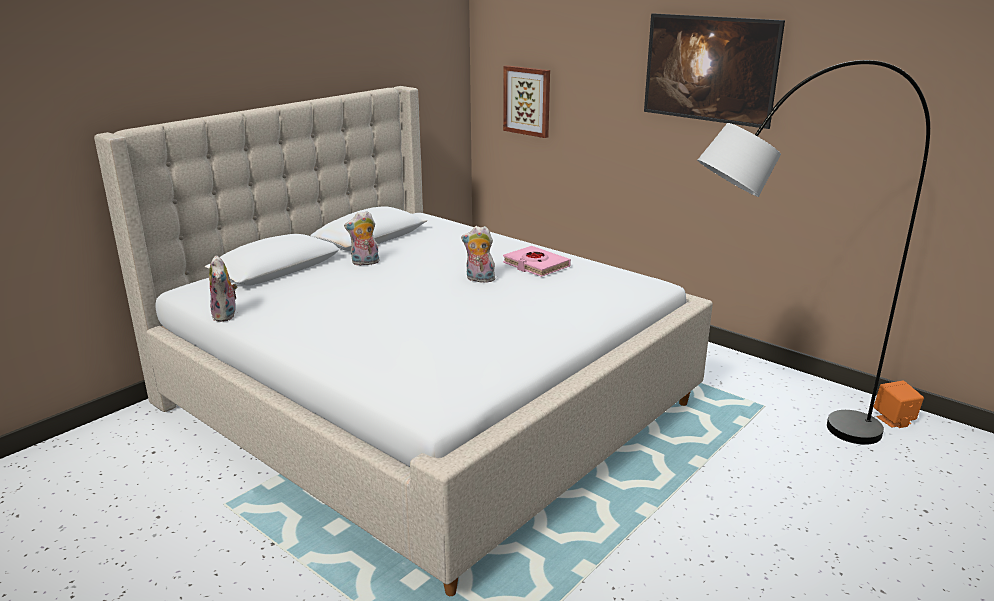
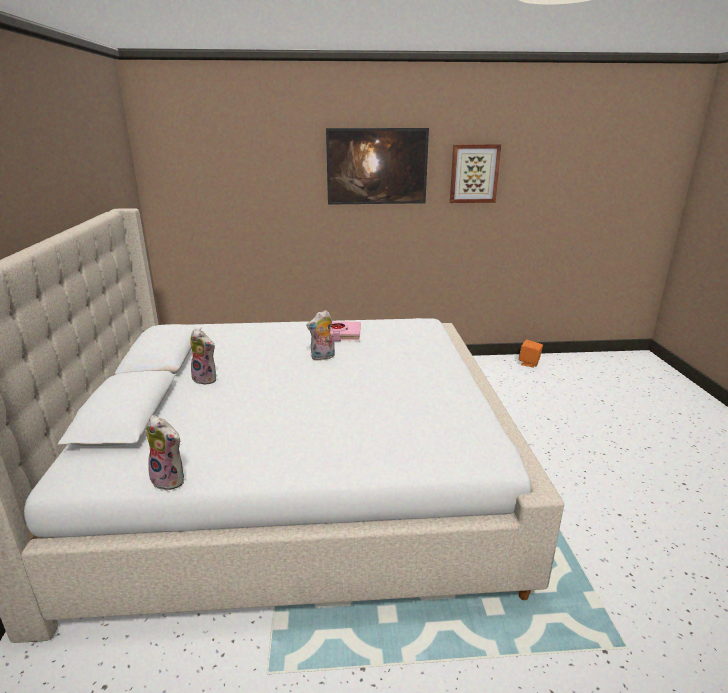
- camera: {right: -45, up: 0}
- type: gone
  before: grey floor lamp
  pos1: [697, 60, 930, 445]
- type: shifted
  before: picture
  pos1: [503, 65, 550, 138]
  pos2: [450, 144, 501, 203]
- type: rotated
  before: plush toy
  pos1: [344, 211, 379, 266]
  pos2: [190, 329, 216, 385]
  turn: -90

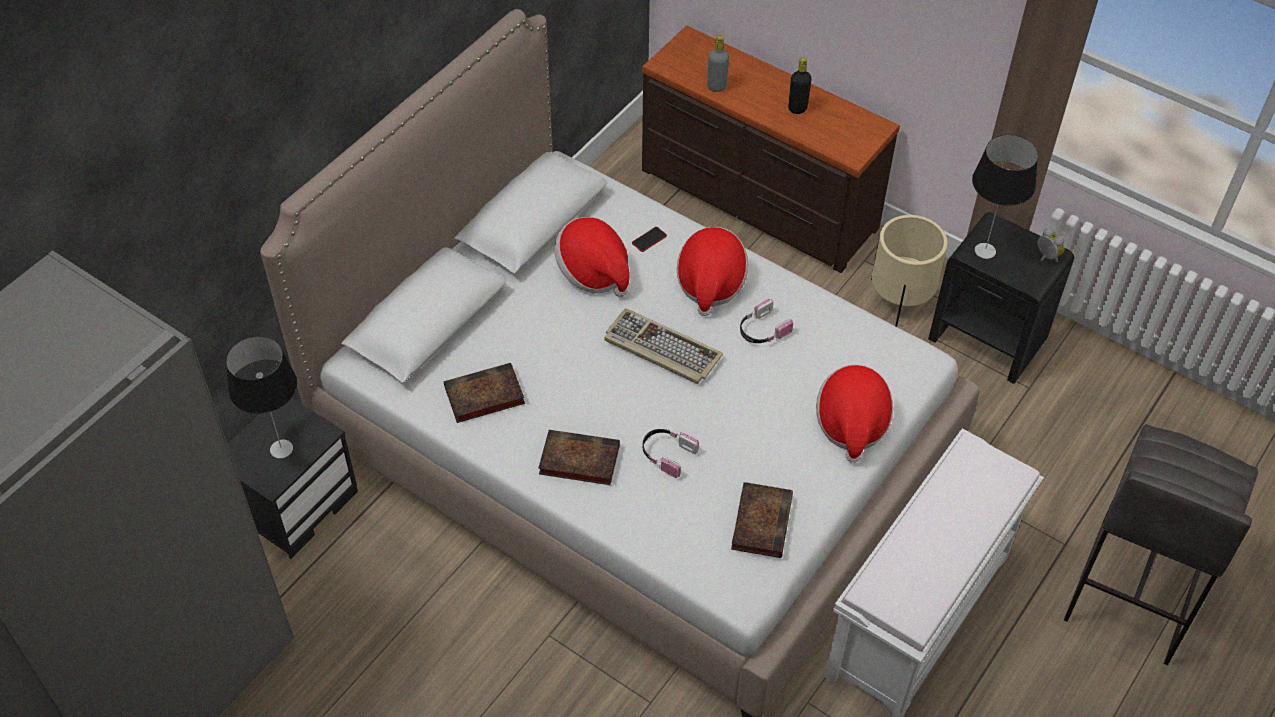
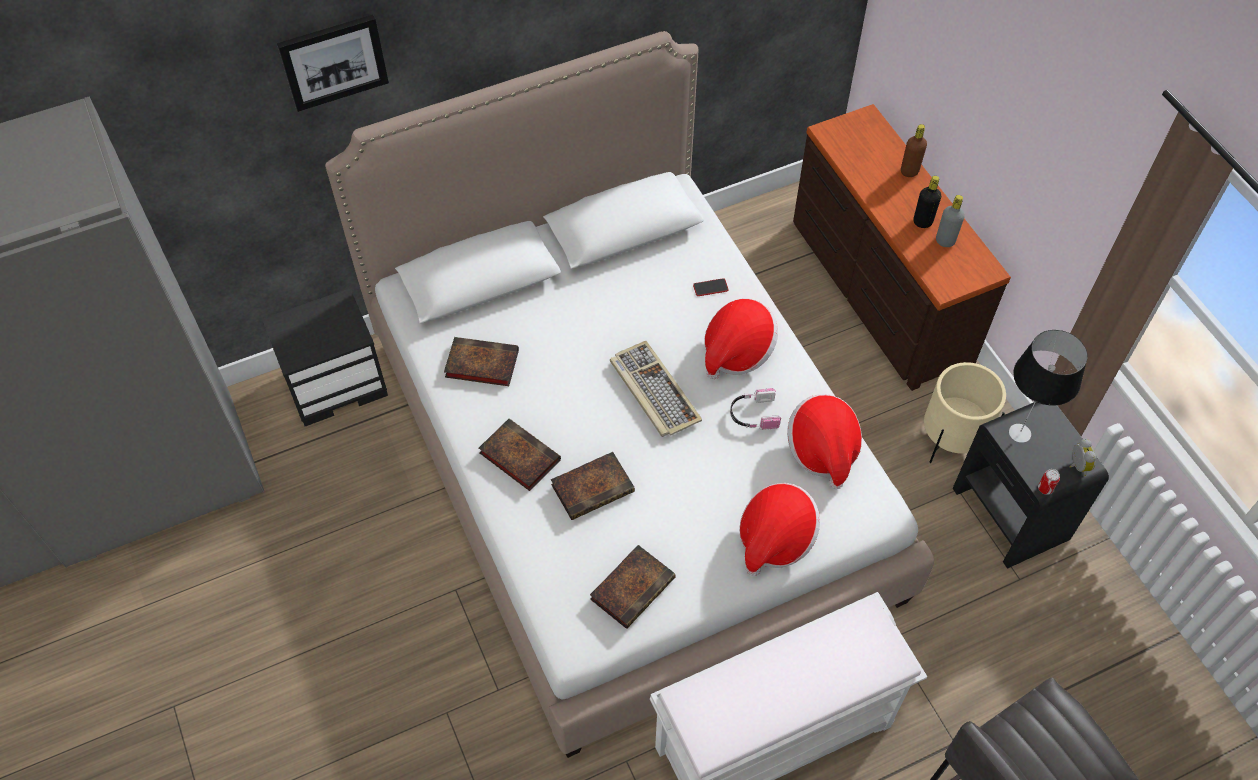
- camera: {right: 30, up: 5}
- type: gone
  before: table lamp
  pos1: [226, 336, 297, 458]
- type: new
  after: picture
  pos2: [277, 15, 389, 112]
- type: new
  after: brown bottle
  pos2: [901, 124, 927, 177]
- type: new
  after: can
  pos2: [1038, 469, 1060, 495]
- type: shifted
  before: hat
  pos1: [554, 217, 630, 297]
  pos2: [787, 394, 862, 490]
- type: shifted
  before: grey bottle
  pos1: [707, 36, 729, 92]
  pos2: [936, 195, 965, 247]
- type: swapped
  before: headphones
  after: book
  pos1: [643, 429, 699, 478]
  pos2: [551, 452, 635, 520]

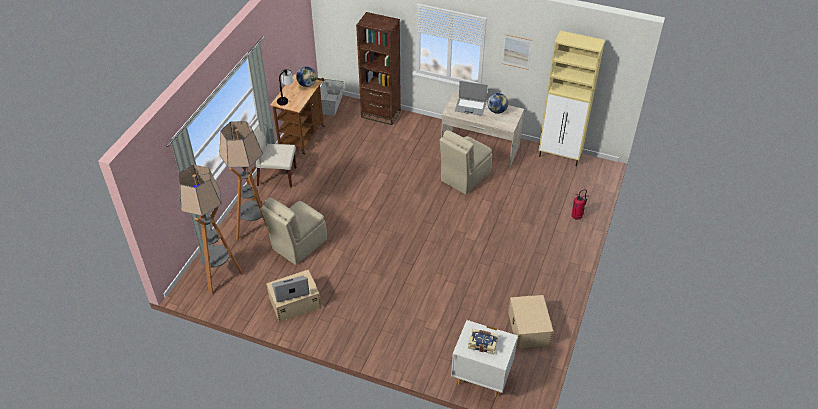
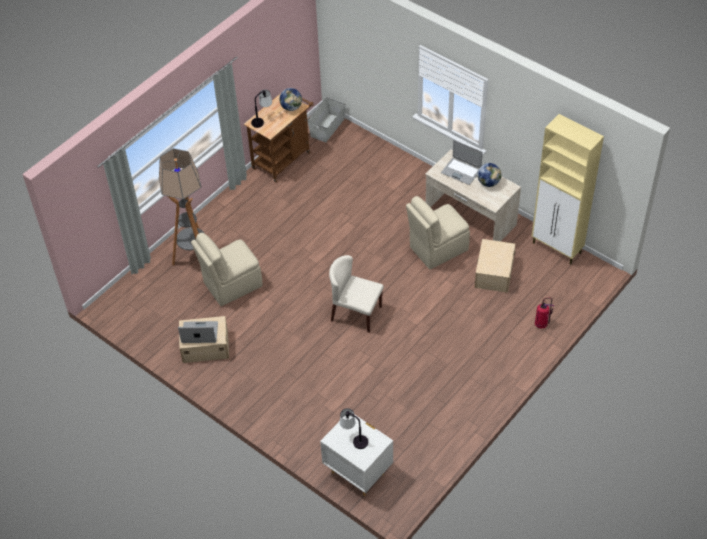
- camera: {right: 20, up: 5}
- type: gone
  before: floor lamp
  pos1: [179, 165, 243, 294]
- type: gone
  before: brown bookcase
  pos1: [356, 12, 401, 125]
- type: gone
  before: picture
  pos1: [501, 34, 532, 70]
- type: shifted
  before: beige chair
  pos1: [254, 125, 296, 187]
  pos2: [329, 255, 384, 332]
- type: shifted
  before: beige storage box
  pos1: [508, 295, 554, 349]
  pos2: [475, 239, 516, 293]
- type: swapped
  before: book
  after: table lamp
  pos1: [468, 329, 498, 355]
  pos2: [340, 408, 368, 449]

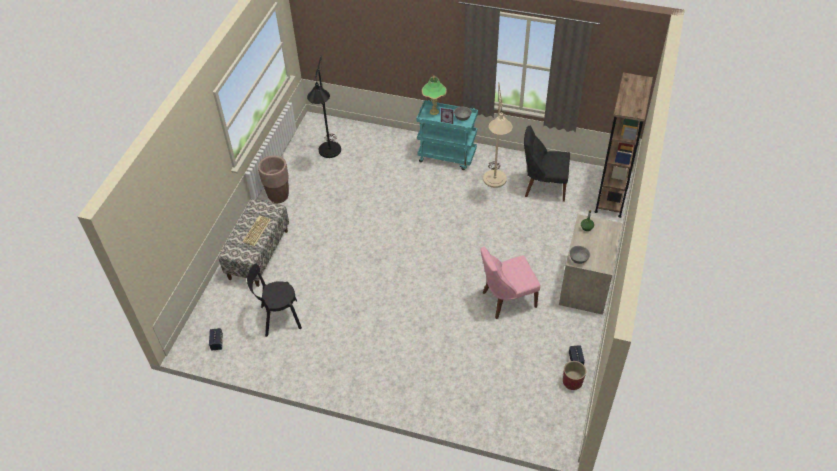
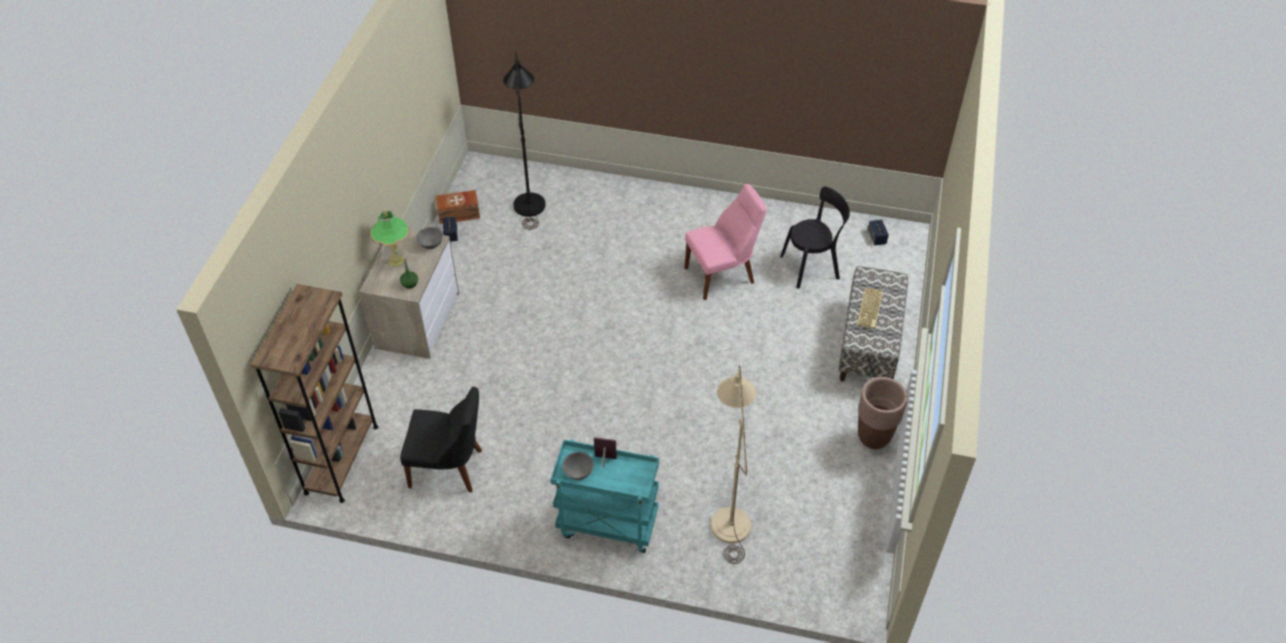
- camera: {right: 175, up: 0}
- type: shifted
  before: black floor lamp
  pos1: [307, 55, 341, 158]
  pos2: [503, 51, 545, 230]
- type: shifted
  before: table lamp
  pos1: [422, 76, 447, 115]
  pos2: [370, 210, 410, 267]
- type: shifted
  before: pink chair
  pos1: [481, 246, 540, 319]
  pos2: [684, 184, 767, 300]
- type: shifted
  before: beige floor lamp
  pos1: [483, 82, 512, 188]
  pos2: [711, 365, 756, 564]
- type: swapped
  before: red planter
  after: brown storage box
  pos1: [563, 361, 586, 390]
  pos2: [435, 190, 480, 224]

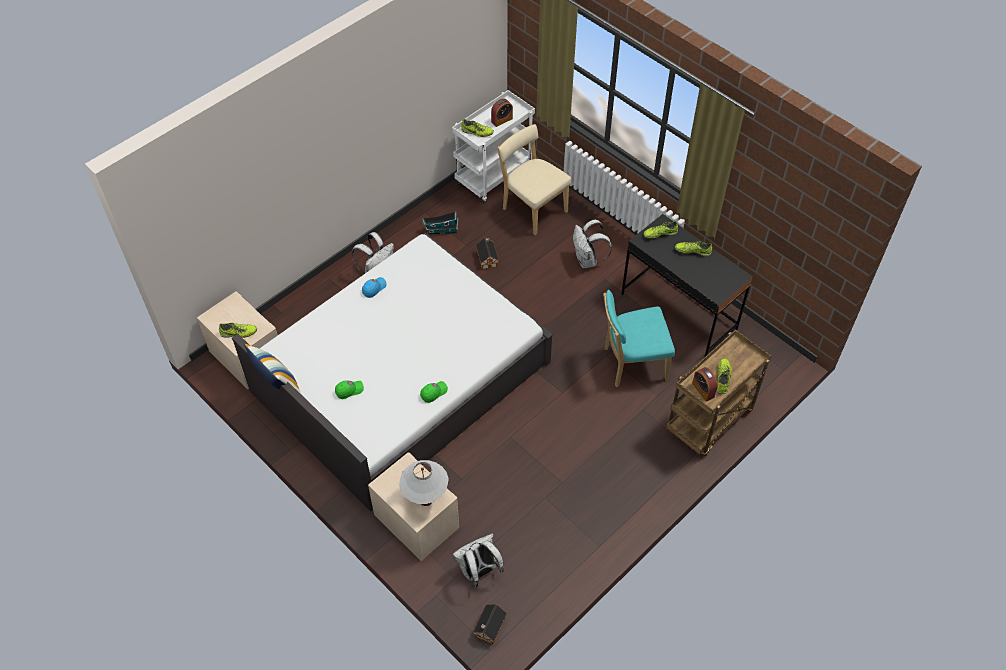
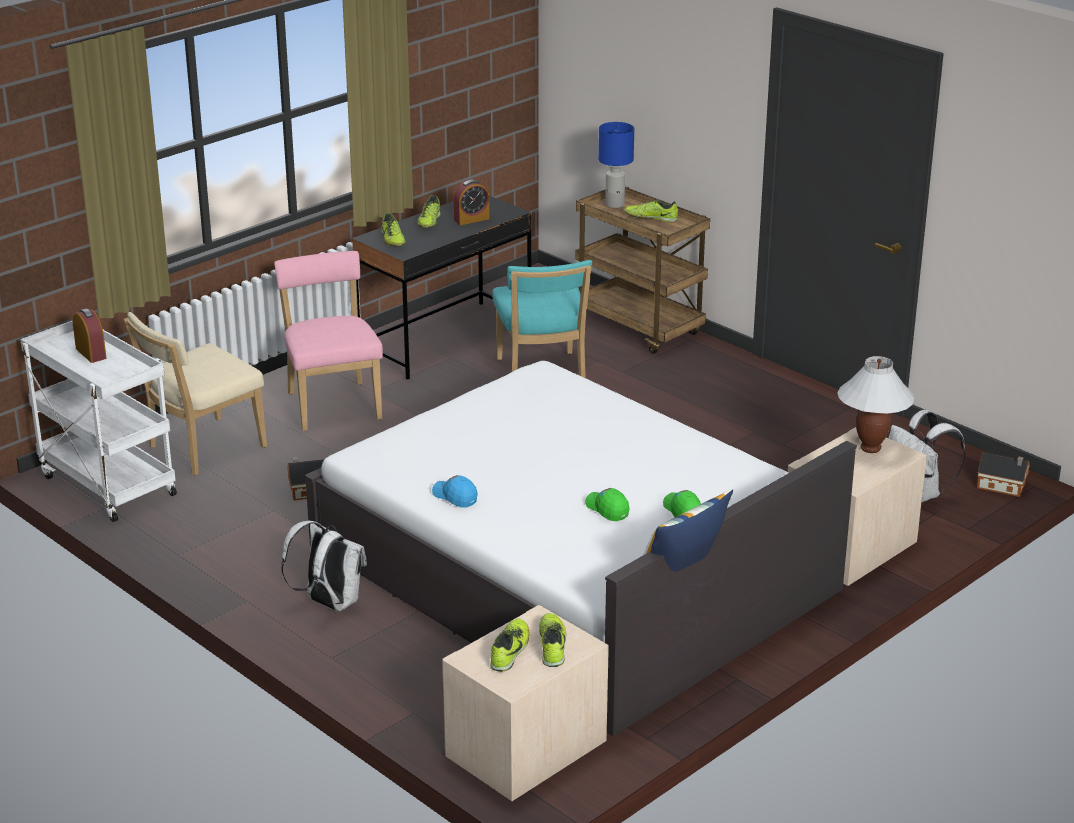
- camera: {right: -90, up: -25}
- type: gone
  before: toy house
  pos1: [422, 212, 458, 234]
- type: new
  after: blue table lamp
  pos2: [598, 122, 634, 208]
- type: shifted
  before: green cap
  pos1: [420, 381, 448, 403]
  pos2: [585, 488, 629, 521]
- type: shifted
  before: shoe
  pos1: [461, 119, 494, 137]
  pos2: [490, 618, 529, 672]
- type: shifted
  before: alarm clock
  pos1: [692, 367, 718, 401]
  pos2: [454, 180, 490, 225]
- type: swapped
  before: white backpack
  after: pink chair
  pos1: [573, 220, 612, 268]
  pos2: [274, 251, 383, 431]

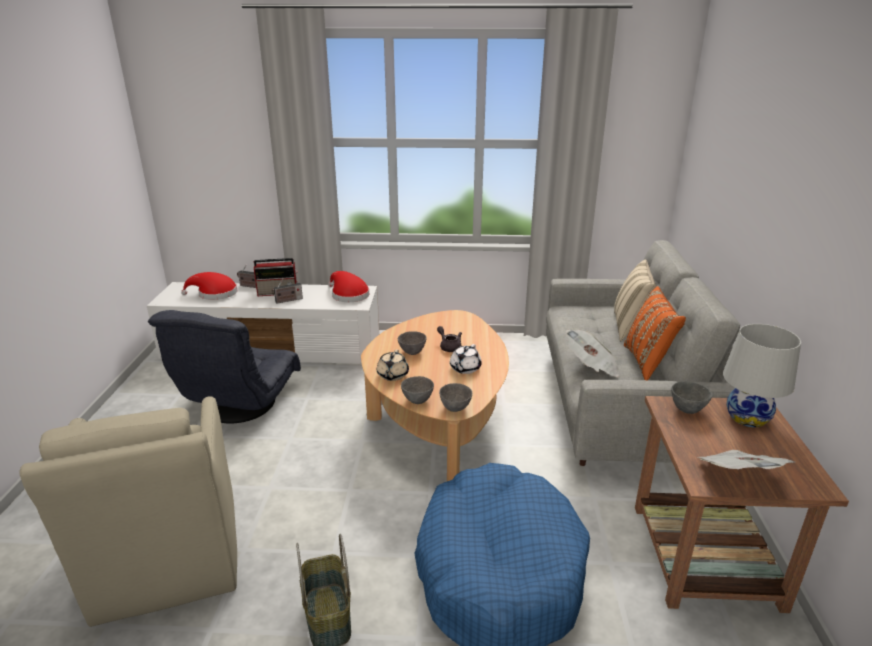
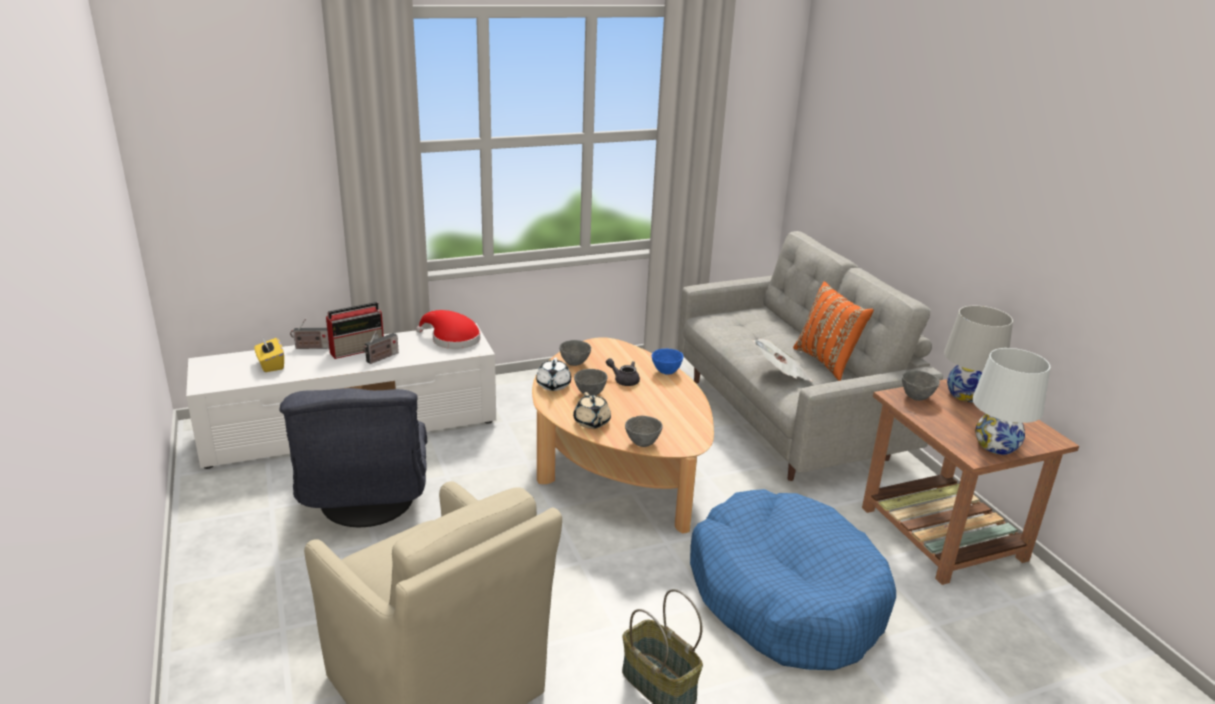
- camera: {right: -25, up: 0}
- type: gone
  before: beige pillow
  pos1: [614, 259, 657, 341]
- type: new
  after: blue bowl
  pos2: [652, 349, 684, 375]
- type: shifted
  before: grey bowl
  pos1: [439, 383, 472, 412]
  pos2: [559, 340, 591, 366]
- type: shifted
  before: white teapot
  pos1: [450, 344, 482, 374]
  pos2: [536, 358, 571, 391]
- type: swapped
  before: red hat
  after: yellow tissue box
  pos1: [181, 272, 238, 300]
  pos2: [254, 336, 284, 372]
- type: swapped
  before: newspaper
  after: white table lamp
  pos1: [698, 450, 796, 469]
  pos2: [972, 348, 1050, 455]

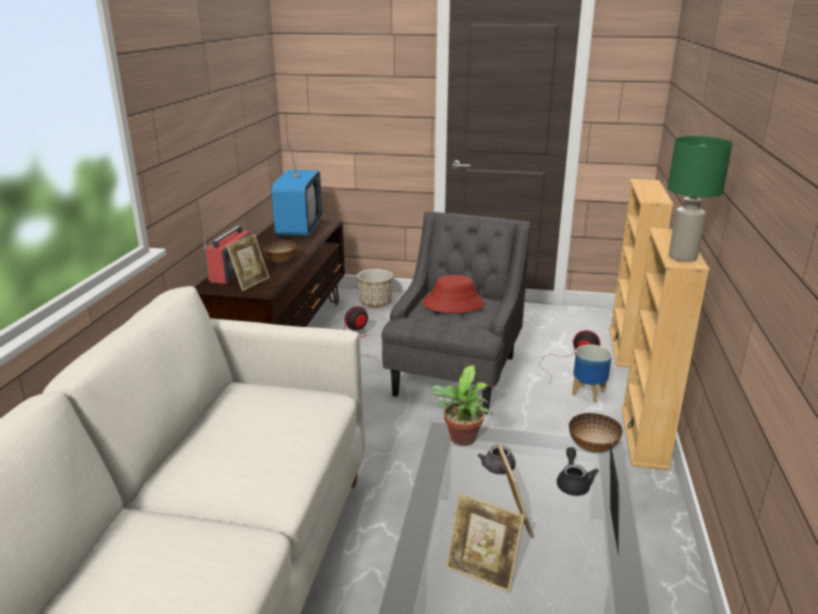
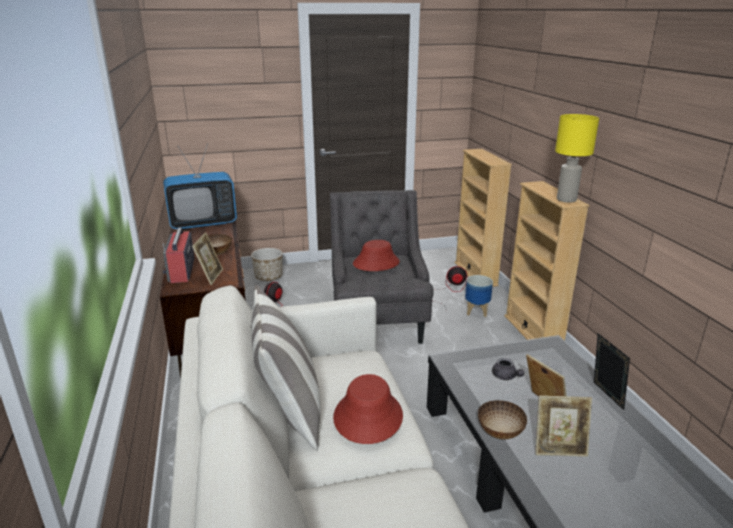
- camera: {right: -25, up: 0}
- type: gone
  before: potted plant
  pos1: [430, 365, 493, 446]
- type: gone
  before: black teapot
  pos1: [557, 447, 599, 496]
- type: new
  after: pillow
  pos2: [251, 284, 321, 451]
- type: new
  after: red hat
  pos2: [333, 374, 403, 444]
- type: shifted
  before: bowl
  pos1: [569, 413, 622, 453]
  pos2: [478, 400, 527, 439]
- type: repainted
  before: green table lamp
  after: yellow table lamp
  pos1: [667, 136, 733, 262]
  pos2: [555, 114, 599, 203]
- type: rotated
  before: television
  pos1: [271, 137, 322, 236]
  pos2: [163, 143, 237, 229]
  turn: 90

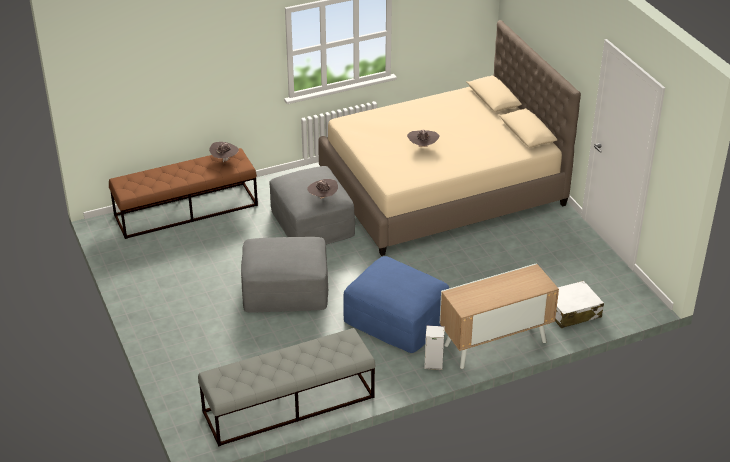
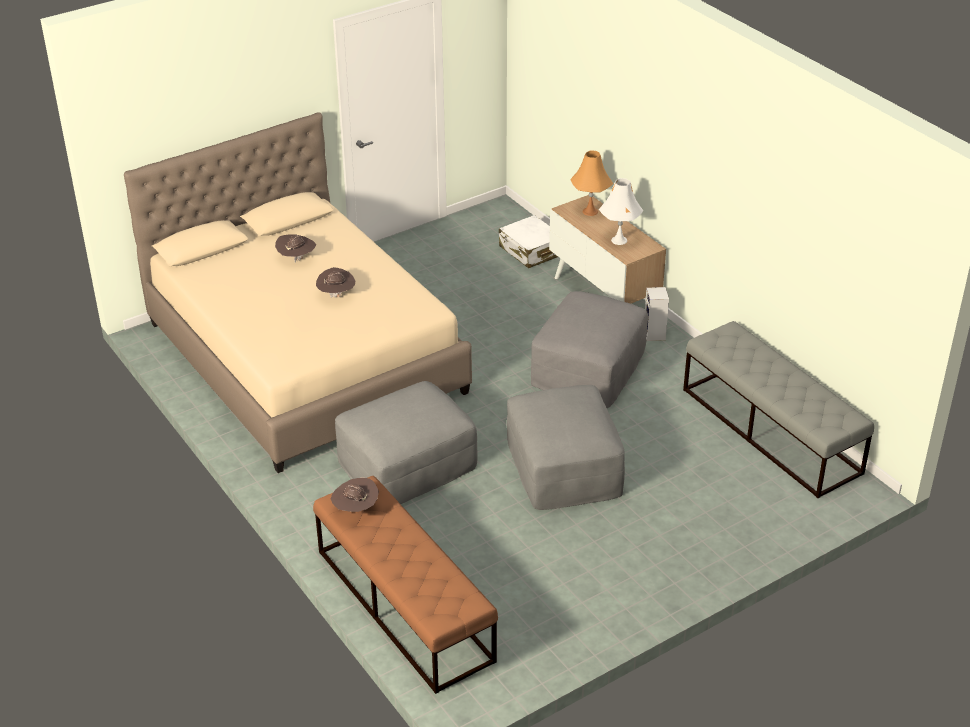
- camera: {right: -100, up: 0}
- type: new
  after: orange table lamp
  pos2: [570, 151, 613, 216]
- type: new
  after: white table lamp
  pos2: [599, 178, 644, 245]
- type: shifted
  before: brown hat
  pos1: [307, 179, 338, 199]
  pos2: [275, 234, 316, 263]
- type: repainted
  before: blue ottoman
  after: grey ottoman
  pos1: [343, 256, 449, 353]
  pos2: [531, 291, 648, 408]

